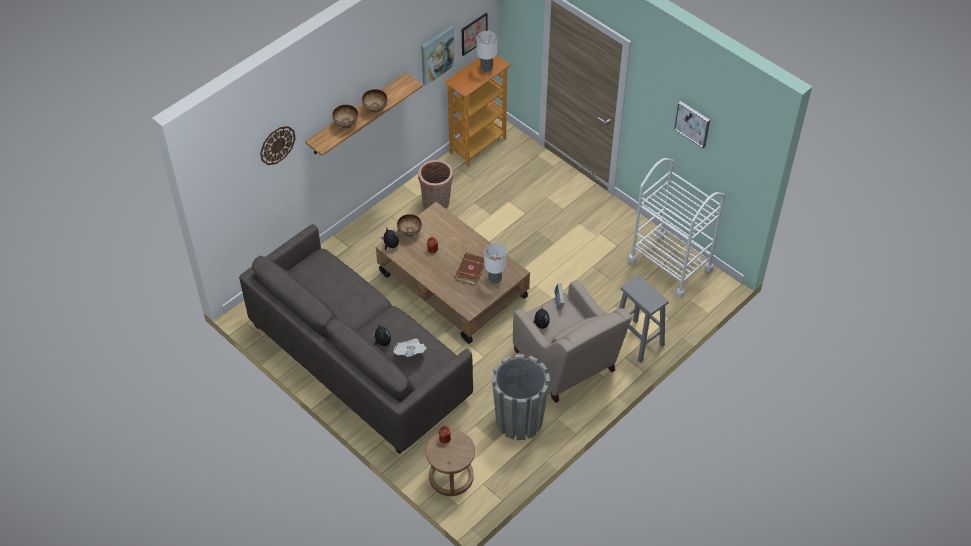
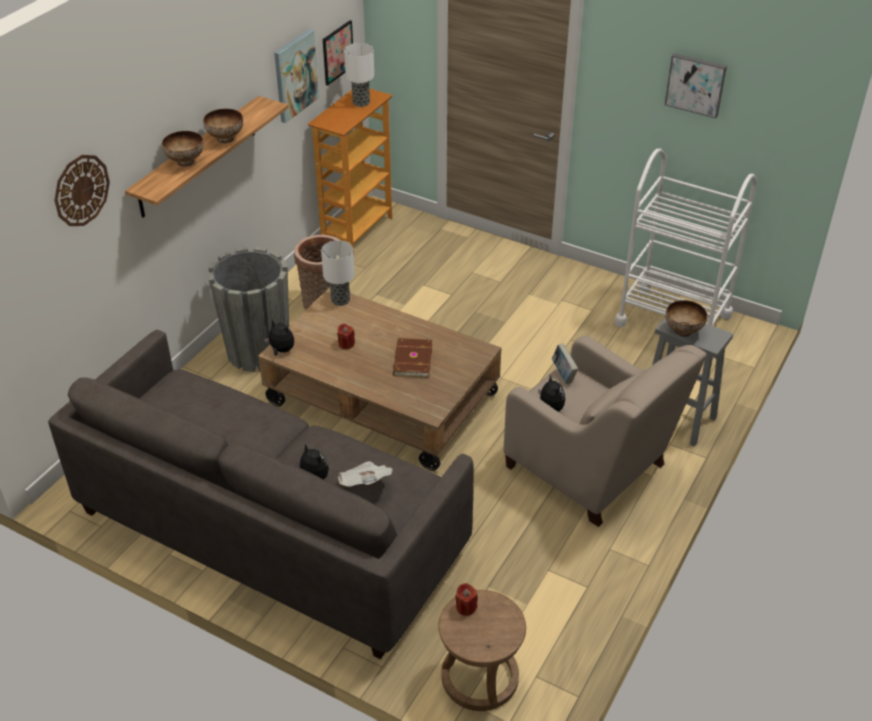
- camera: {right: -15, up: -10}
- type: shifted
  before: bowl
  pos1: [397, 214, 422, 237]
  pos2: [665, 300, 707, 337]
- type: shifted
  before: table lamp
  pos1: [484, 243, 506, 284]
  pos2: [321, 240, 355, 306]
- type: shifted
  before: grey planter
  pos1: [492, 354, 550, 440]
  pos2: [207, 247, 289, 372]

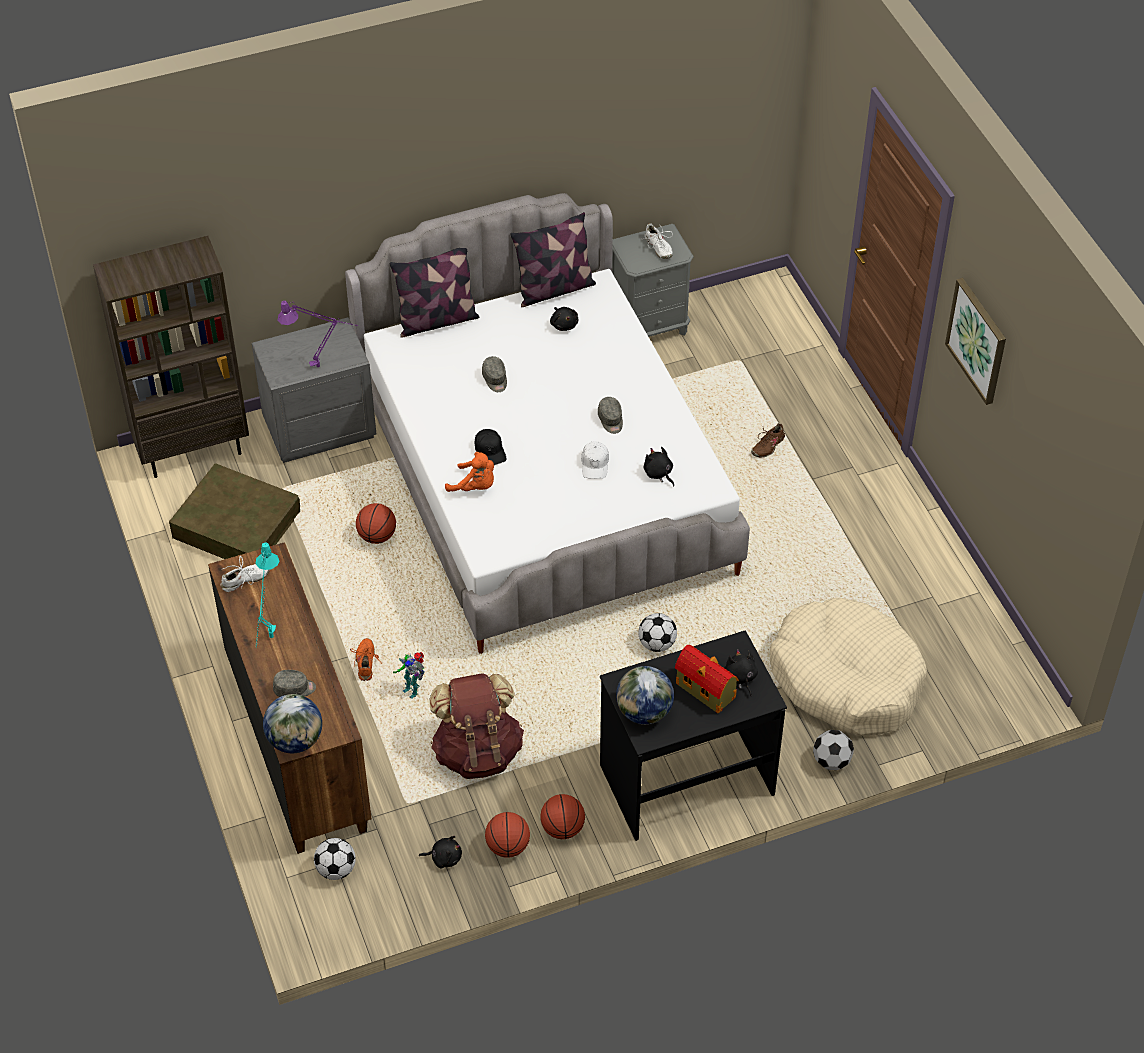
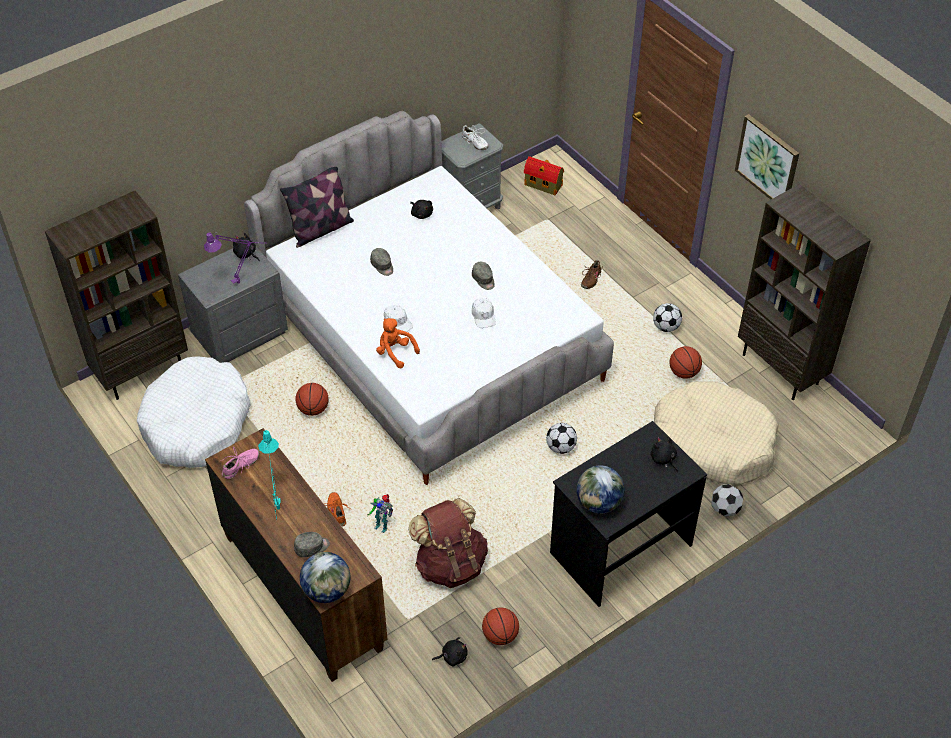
- camera: {right: -15, up: 0}
- type: gone
  before: pillow
  pos1: [510, 212, 596, 307]
- type: new
  after: brown bookcase
  pos2: [738, 184, 871, 400]
- type: shifted
  before: football
  pos1: [314, 838, 356, 880]
  pos2: [653, 303, 682, 332]
- type: shifted
  before: basketball
  pos1: [540, 794, 585, 839]
  pos2: [670, 346, 702, 379]
- type: shifted
  before: black plush toy
  pos1: [644, 447, 674, 486]
  pos2: [233, 233, 260, 261]
- type: shifted
  before: toy house
  pos1: [675, 645, 739, 714]
  pos2: [524, 156, 564, 195]
- type: swapped
  before: brown storage box
  after: white dog bed
  pos1: [169, 463, 300, 559]
  pos2: [137, 356, 250, 468]
- type: repainted
  before: white shoe
  after: pink shoe
  pos1: [221, 556, 270, 592]
  pos2: [221, 447, 260, 479]
- type: repainted
  before: black cap
  after: white cap
  pos1: [475, 429, 506, 465]
  pos2: [384, 305, 413, 335]
- type: rotated
  before: orange plush toy
  pos1: [445, 452, 494, 492]
  pos2: [376, 318, 420, 368]
  turn: -150

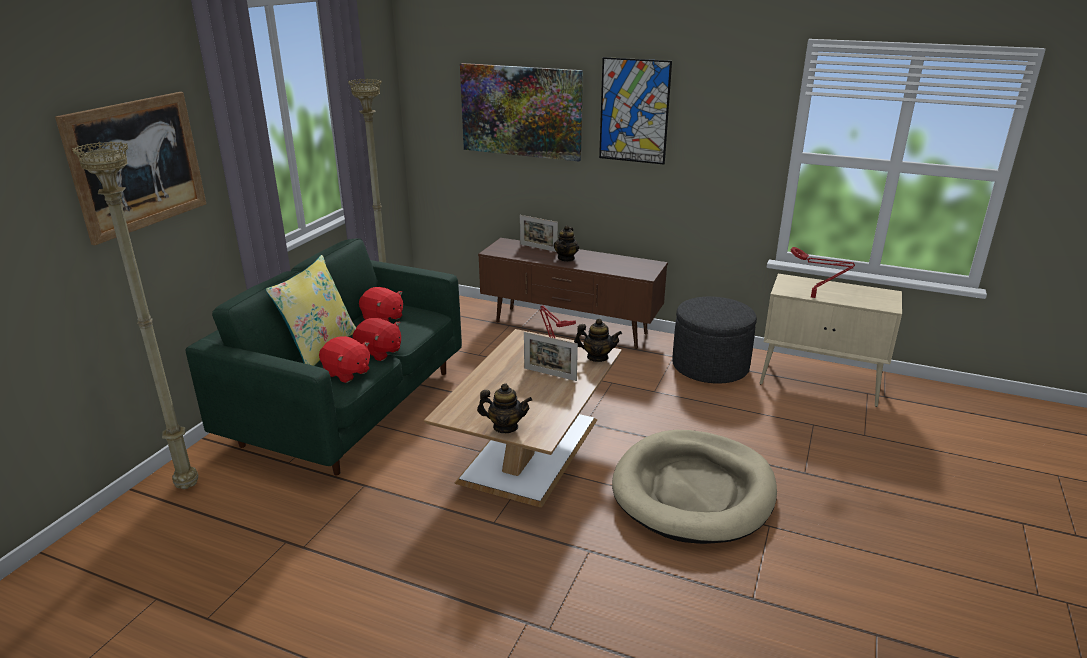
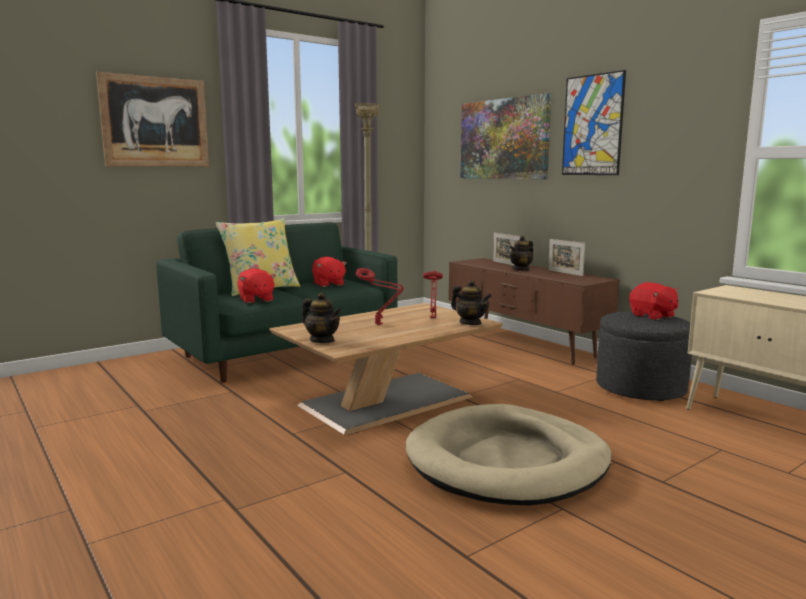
- camera: {right: 30, up: -15}
- type: gone
  before: beige floor lamp
  pos1: [72, 141, 198, 489]
- type: shifted
  before: red plush toy
  pos1: [353, 318, 401, 361]
  pos2: [629, 282, 679, 320]
- type: shifted
  before: picture frame
  pos1: [524, 332, 578, 381]
  pos2: [548, 239, 585, 276]
- type: shifted
  before: red table lamp
  pos1: [791, 247, 855, 298]
  pos2: [356, 268, 404, 325]

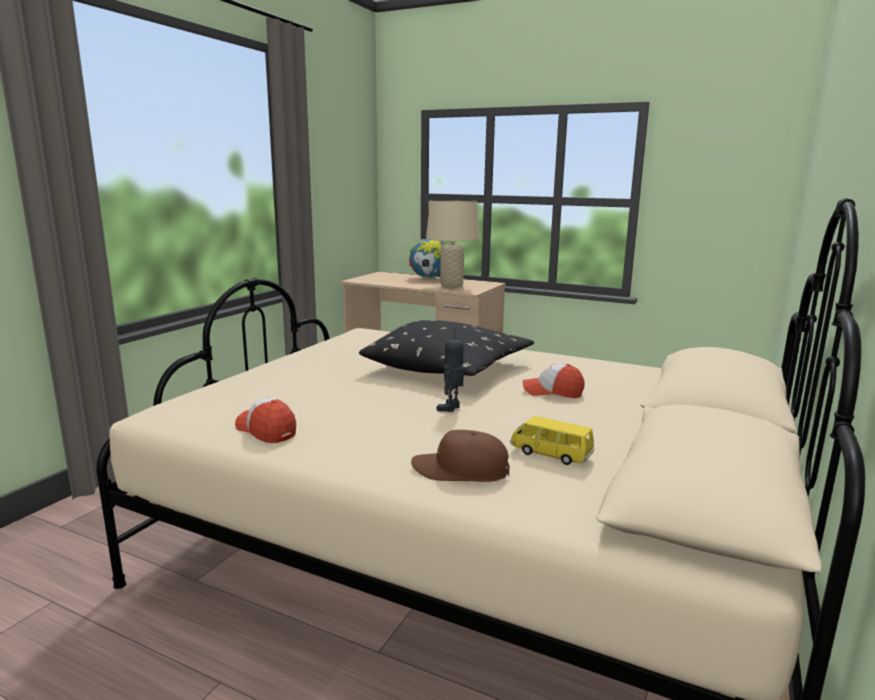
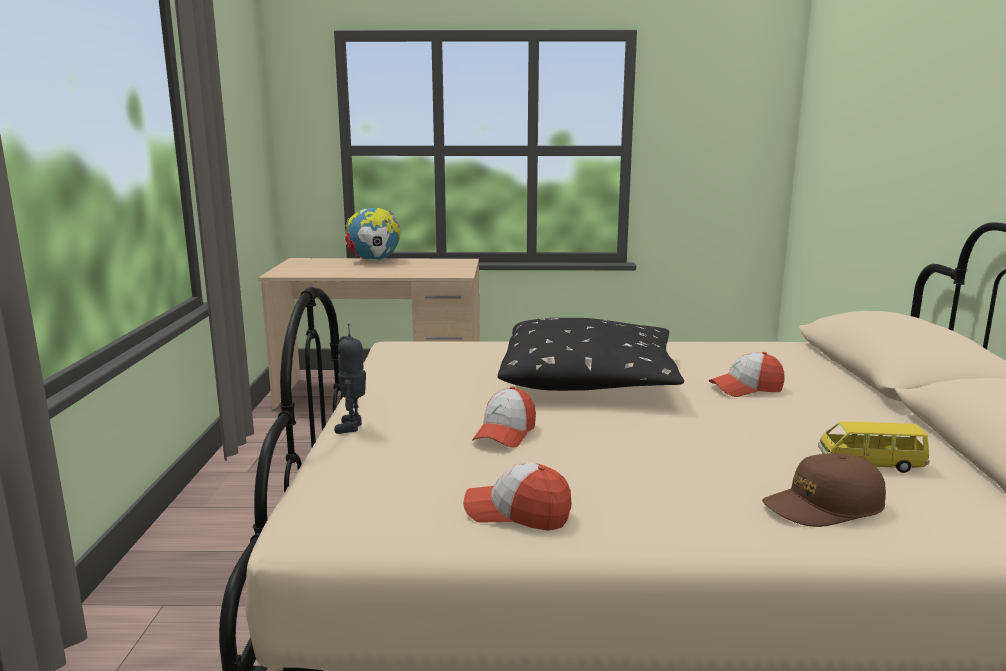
- camera: {right: -25, up: 0}
- type: gone
  before: beige table lamp
  pos1: [426, 200, 479, 288]
- type: new
  after: cap
  pos2: [472, 387, 536, 448]
- type: shifted
  before: toy robot
  pos1: [437, 328, 465, 412]
  pos2: [334, 324, 366, 434]

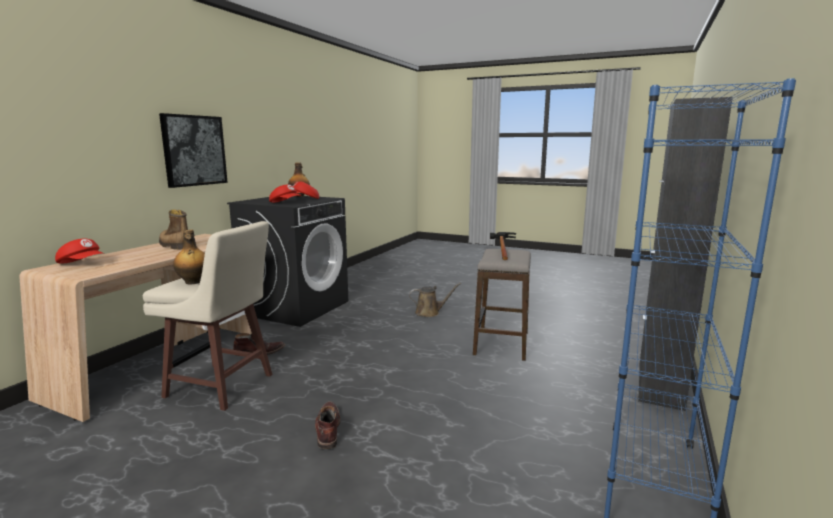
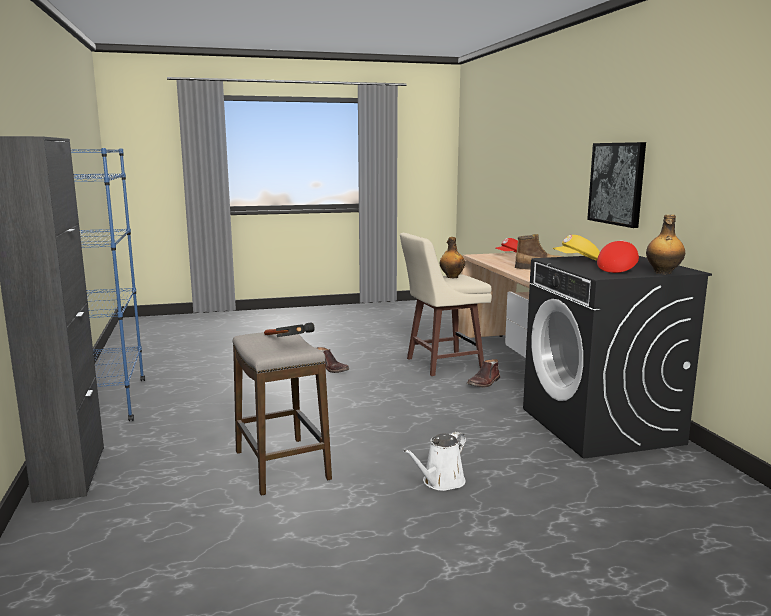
- camera: {right: 140, up: 0}
- type: repainted
  before: red cap
  after: yellow cap
  pos1: [269, 185, 302, 203]
  pos2: [552, 235, 600, 261]
- type: repainted
  before: brown watering can
  after: white watering can
  pos1: [409, 283, 461, 317]
  pos2: [403, 432, 466, 491]

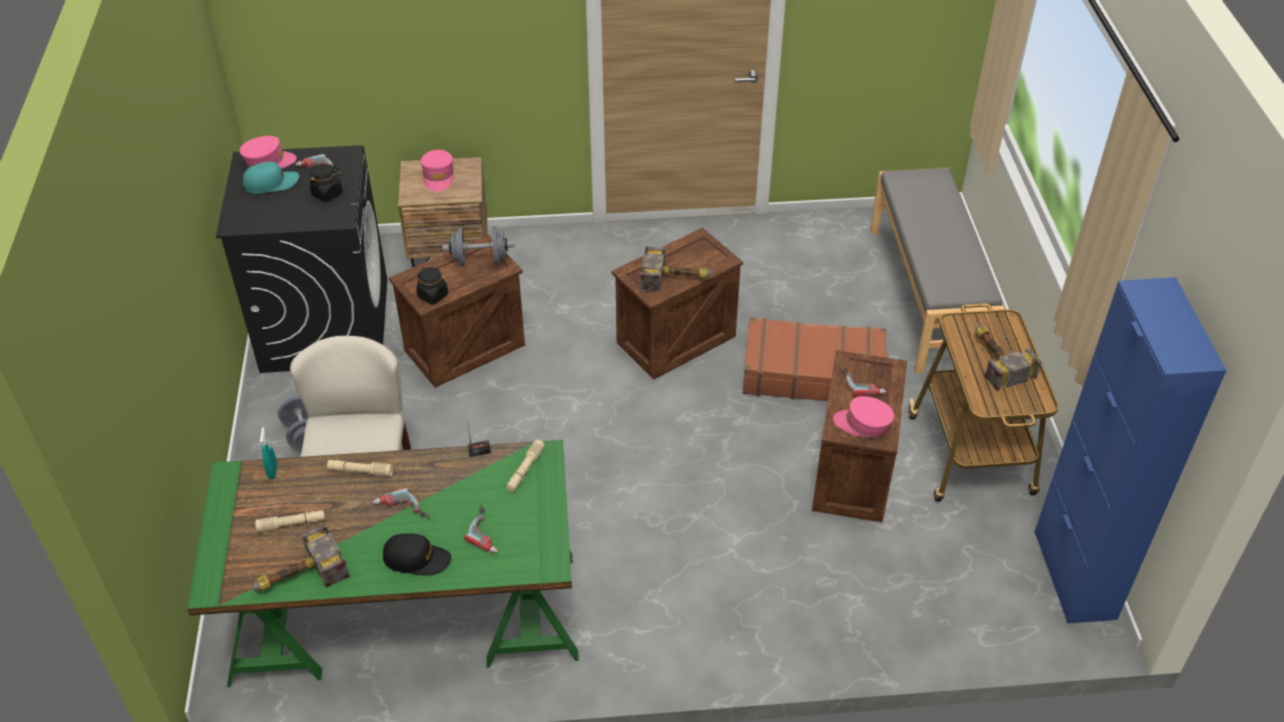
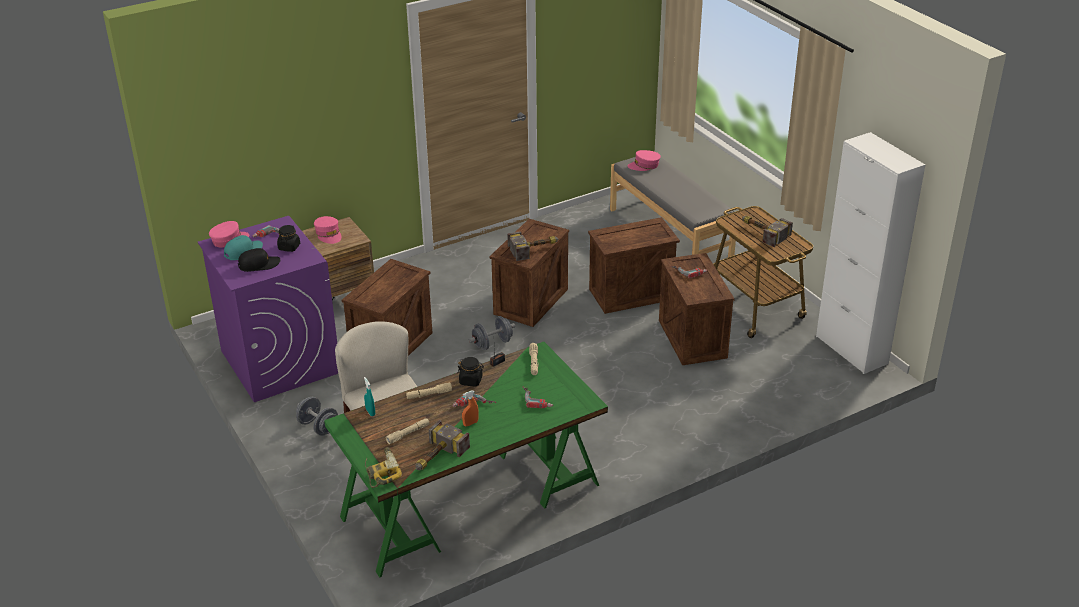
- camera: {right: -25, up: -10}
- type: new
  after: power drill
  pos2: [365, 447, 402, 488]
- type: new
  after: orange spray bottle
  pos2: [462, 390, 479, 426]
- type: shifted
  before: black cap
  pos1: [383, 533, 451, 576]
  pos2: [238, 248, 280, 272]
- type: shifted
  before: black jar
  pos1: [416, 267, 448, 304]
  pos2: [457, 357, 484, 387]
- type: shifted
  before: grey dumbbell
  pos1: [442, 226, 514, 266]
  pos2: [469, 316, 515, 350]
- type: shifted
  before: pink cap
  pos1: [833, 396, 894, 437]
  pos2: [627, 150, 661, 171]
- type: swapped
  before: brown suitcase
  after: crate
  pos1: [743, 317, 887, 401]
  pos2: [588, 217, 680, 314]
- type: repainted
  before: black washing machine
  after: purple washing machine
  pos1: [216, 145, 387, 373]
  pos2: [198, 216, 338, 402]
- type: repainted
  before: blue cabinet
  after: white cabinet
  pos1: [1034, 277, 1226, 624]
  pos2: [816, 132, 925, 374]

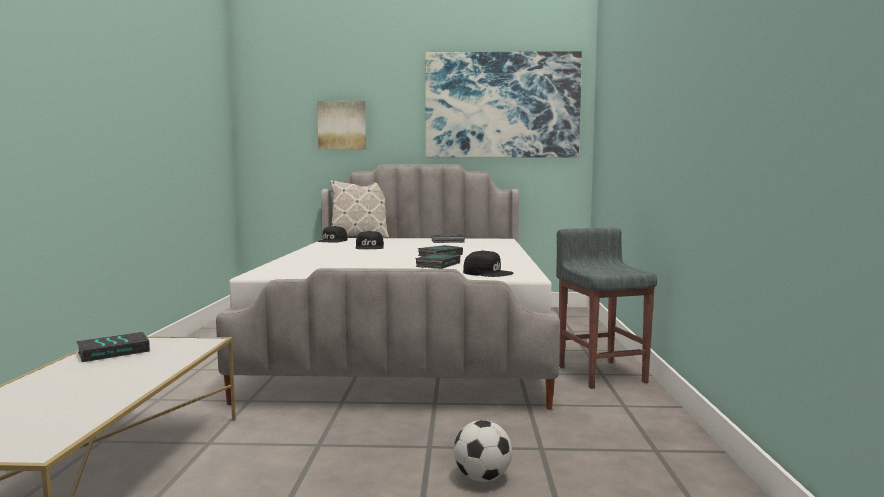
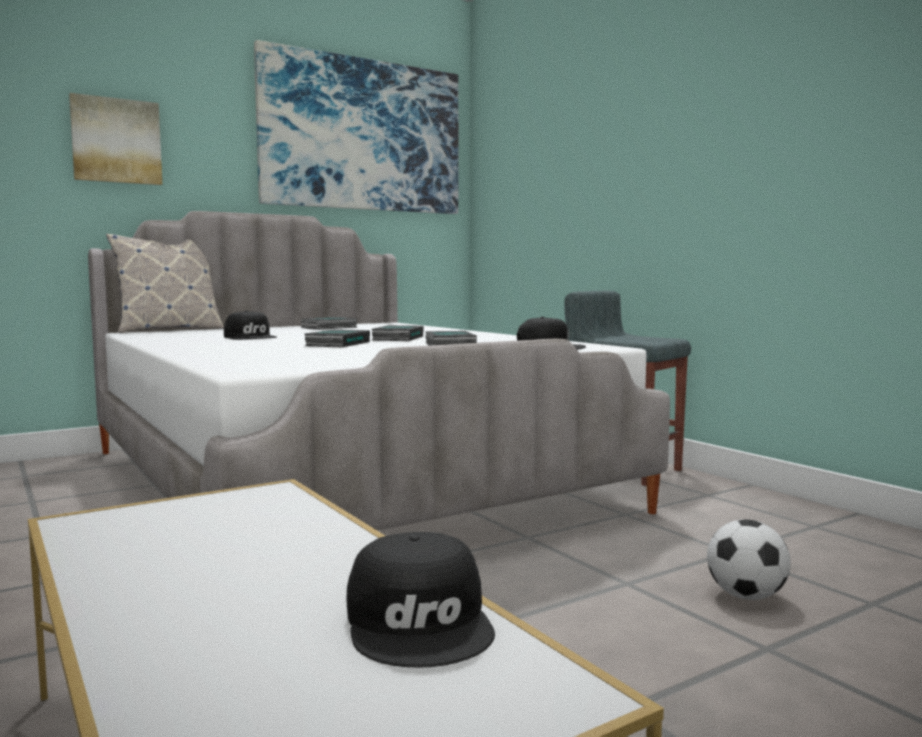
- camera: {right: -35, up: 0}
- type: shifted
  before: book
  pos1: [76, 332, 150, 362]
  pos2: [304, 329, 370, 347]
- type: shifted
  before: black cap
  pos1: [317, 226, 348, 242]
  pos2: [346, 532, 495, 668]

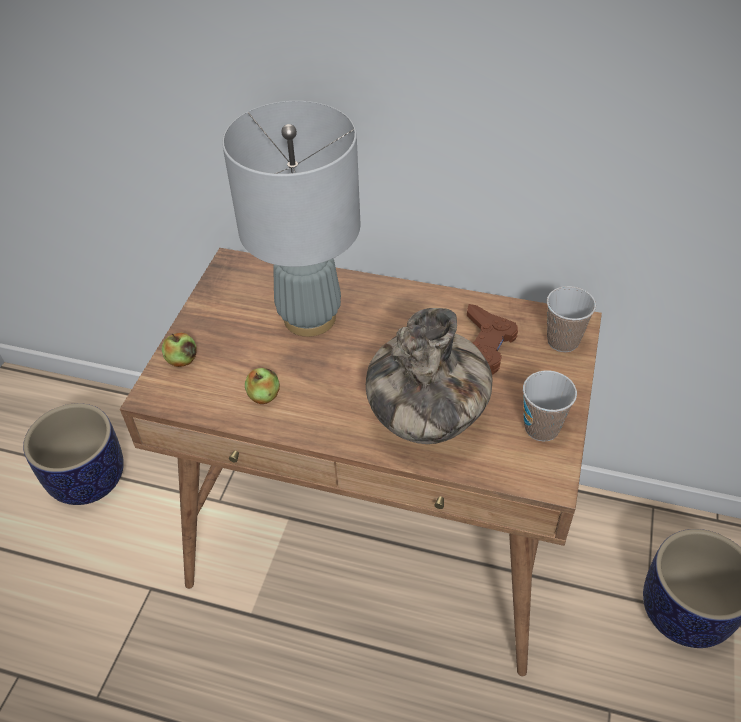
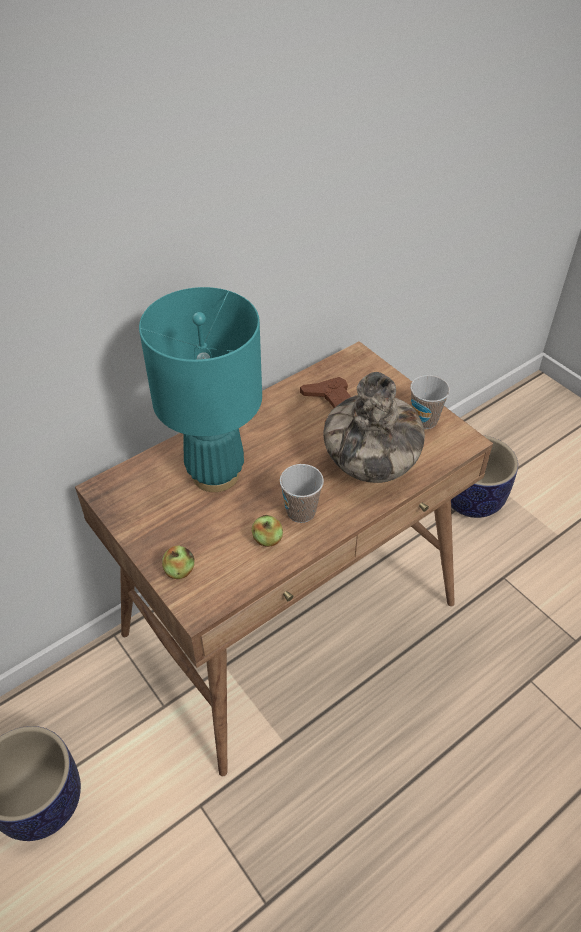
- camera: {right: -55, up: 0}
- type: shifted
  before: cup
  pos1: [547, 286, 596, 352]
  pos2: [280, 464, 324, 523]
- type: repainted
  before: grey table lamp
  after: turquoise table lamp
  pos1: [222, 101, 360, 337]
  pos2: [139, 287, 262, 492]

